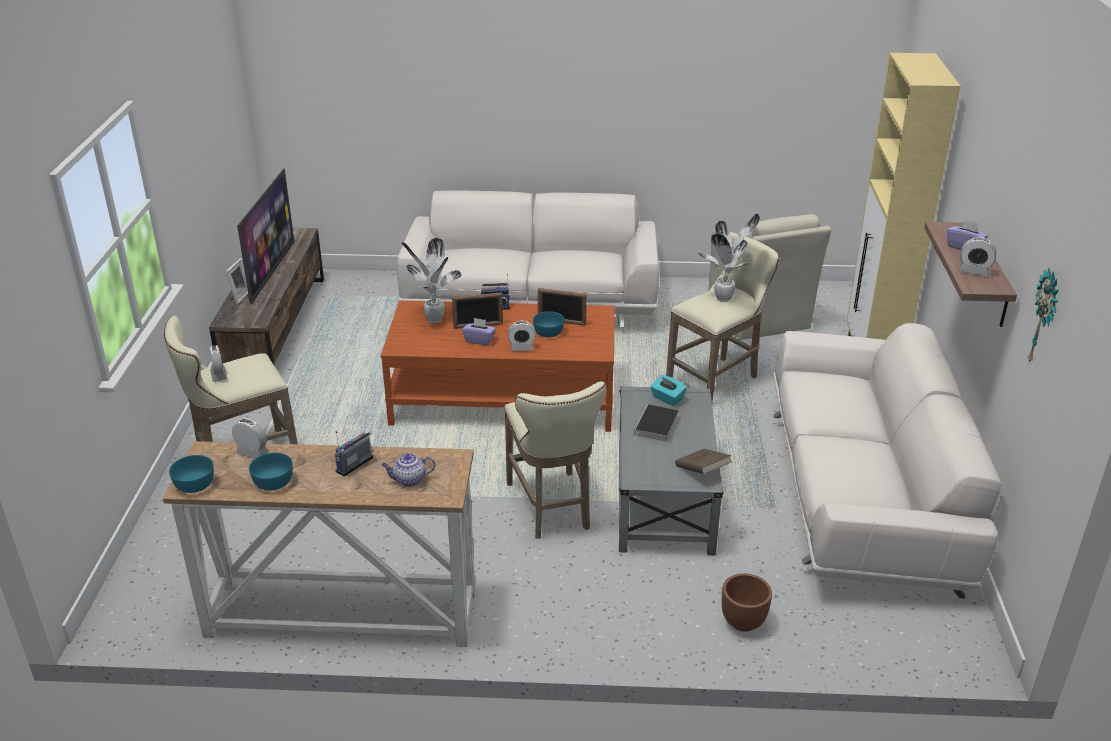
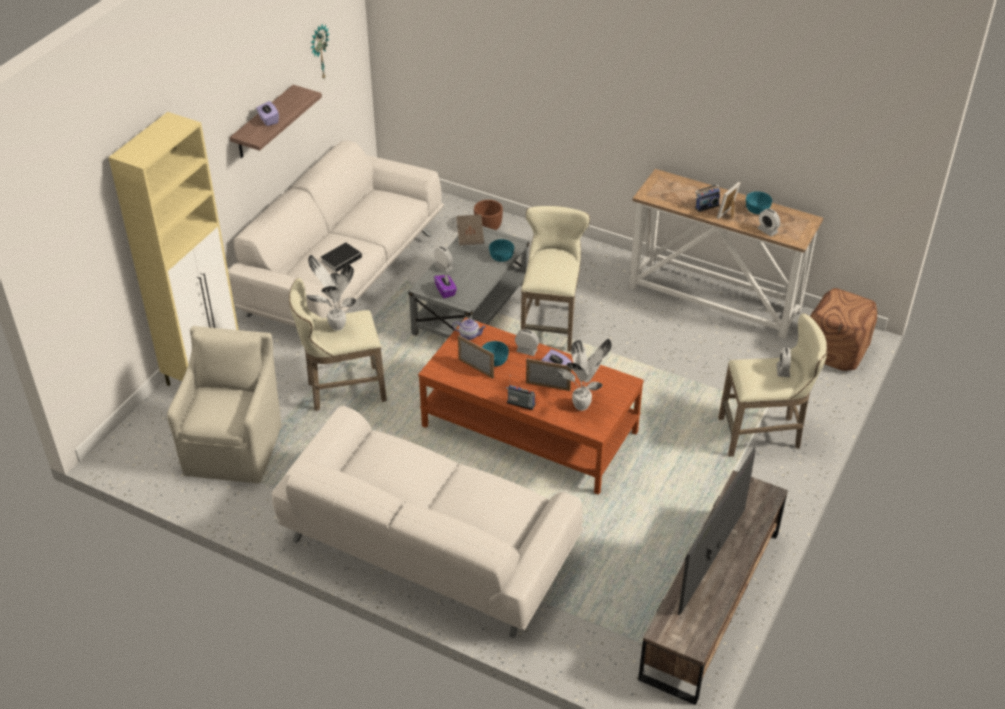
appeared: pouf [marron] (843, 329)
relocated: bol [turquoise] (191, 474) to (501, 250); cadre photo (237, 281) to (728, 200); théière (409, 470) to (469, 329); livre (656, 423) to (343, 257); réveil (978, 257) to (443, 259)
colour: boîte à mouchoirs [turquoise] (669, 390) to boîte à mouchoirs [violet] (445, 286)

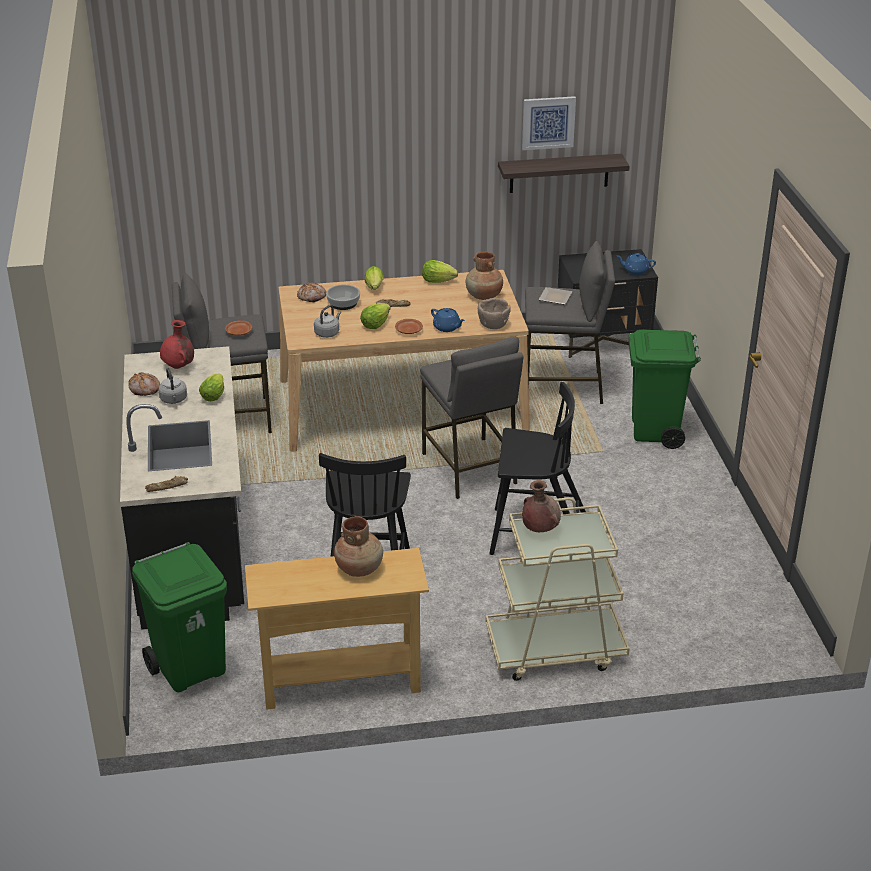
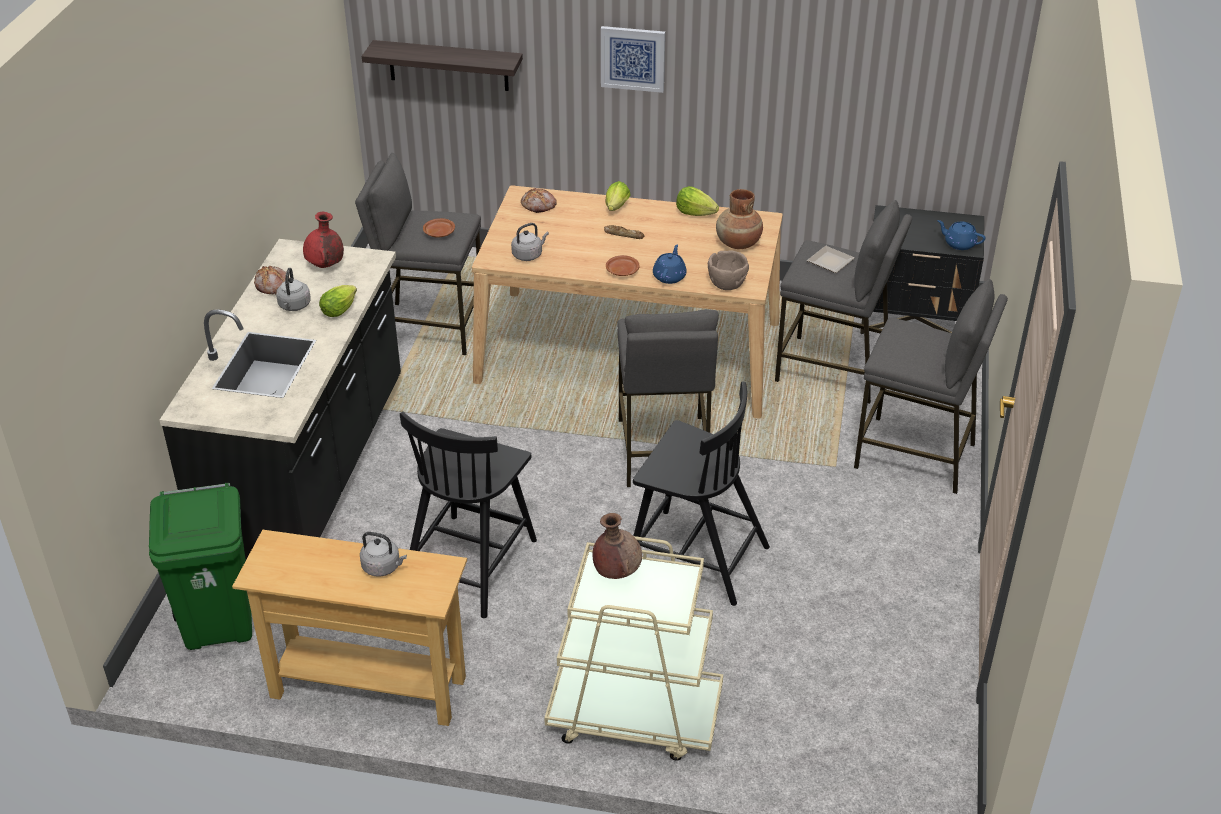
missing: pain (166, 484); bol (343, 297); laitue (375, 316)
relocated: étagère (564, 173) to (442, 65); tableau (549, 123) to (633, 59)
exchanged: vase [marron] (358, 546) to bouilloire [gris] (383, 554); poubelle [vert] (665, 389) to tabouret [gris] (931, 386)
spun: théière [bleu] (448, 320) = (670, 264) 135 degrees counterclockwise

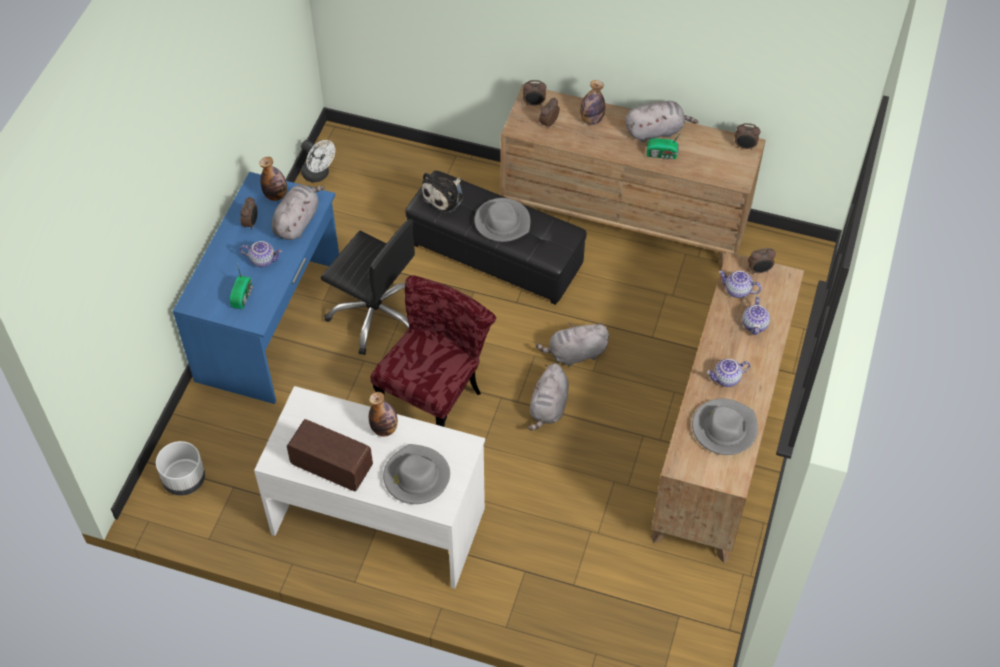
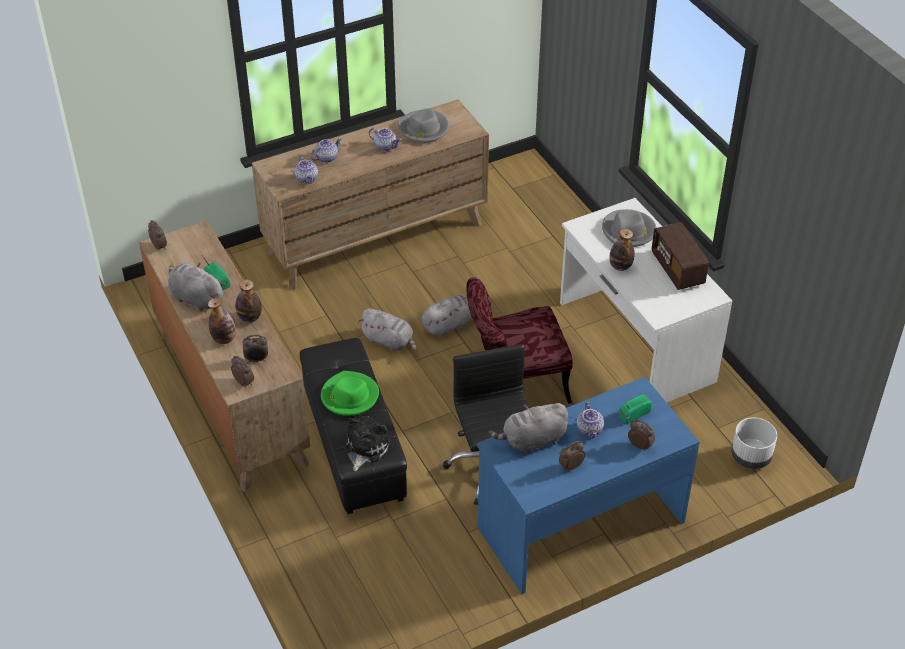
missing: ventilateur [blanc] (318, 161)
relocated: bouteille (273, 179) to (248, 301); réveil (762, 261) to (641, 435)
colour: chapeau [gris] (502, 220) to chapeau [vert] (350, 393)
spun: théière (261, 254) = (590, 420) 150 degrees counterclockwise; peluche (442, 193) = (367, 443) 60 degrees counterclockwise

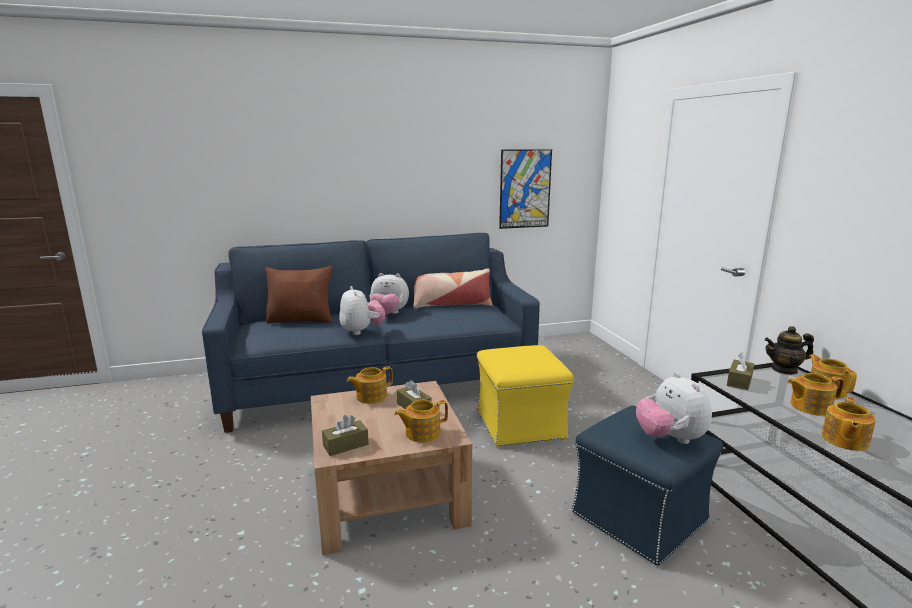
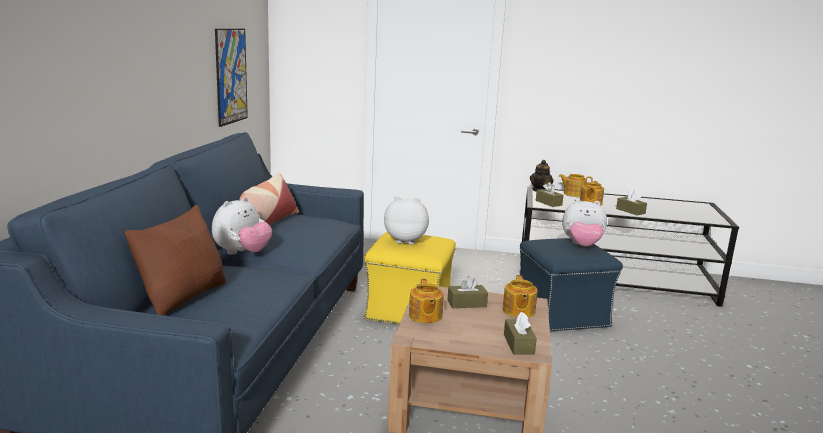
relocated: peluche (362, 310) to (406, 220)
exchanged: théière (849, 424) to boîte à mouchoirs [marron] (631, 202)

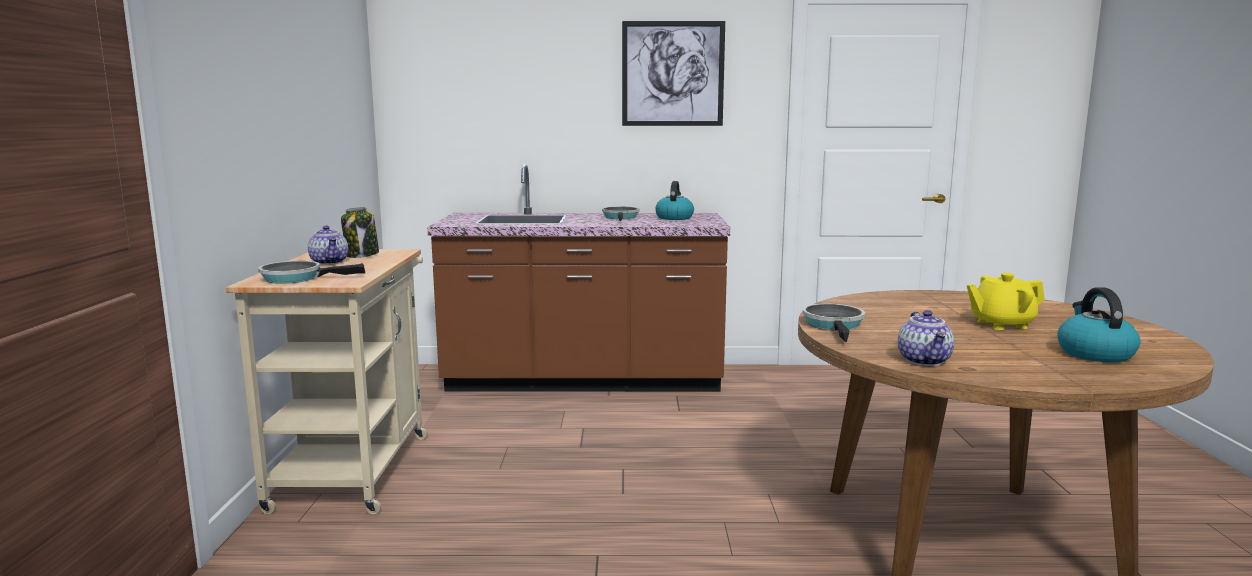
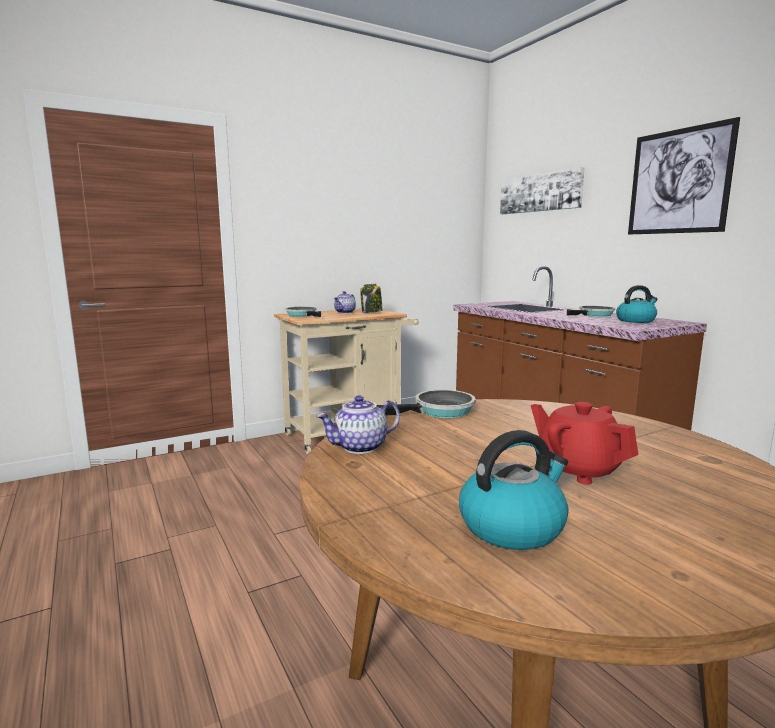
appeared: tableau (542, 190)
colour: théière [jaune] (1006, 301) to théière [rouge] (585, 443)

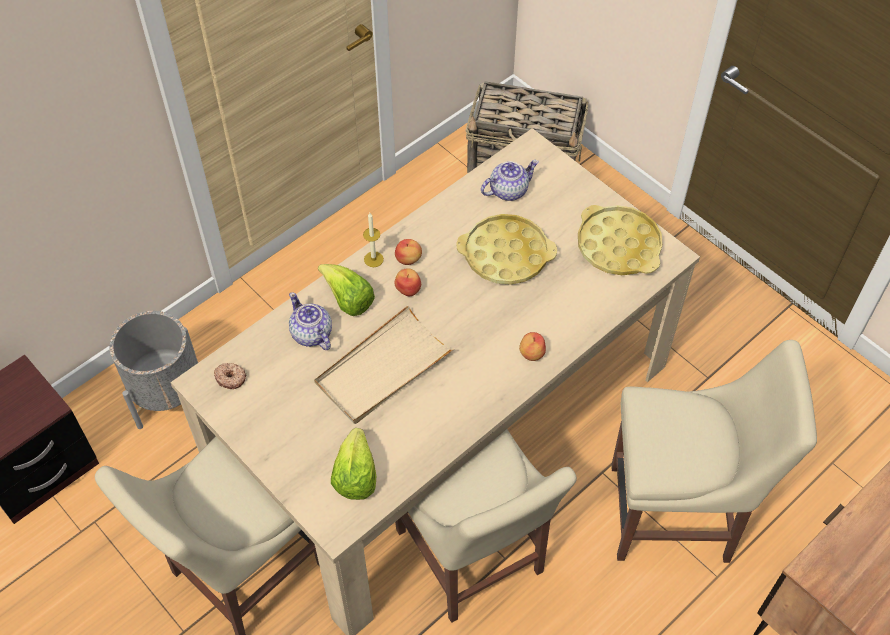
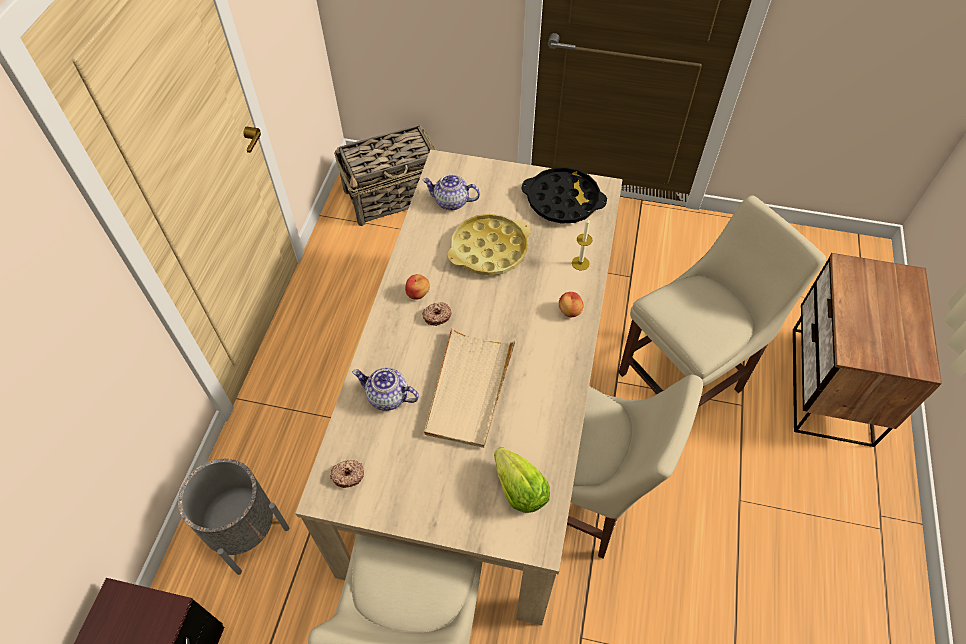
missing: laitue (346, 290)
relocated: bougie (373, 240) to (582, 244)
exchanged: pomme (408, 282) to beignet (436, 314)
colour: plateau [jaune] (620, 240) to plateau [noir] (564, 195)
spun: théière (510, 180) = (451, 192) 105 degrees counterclockwise

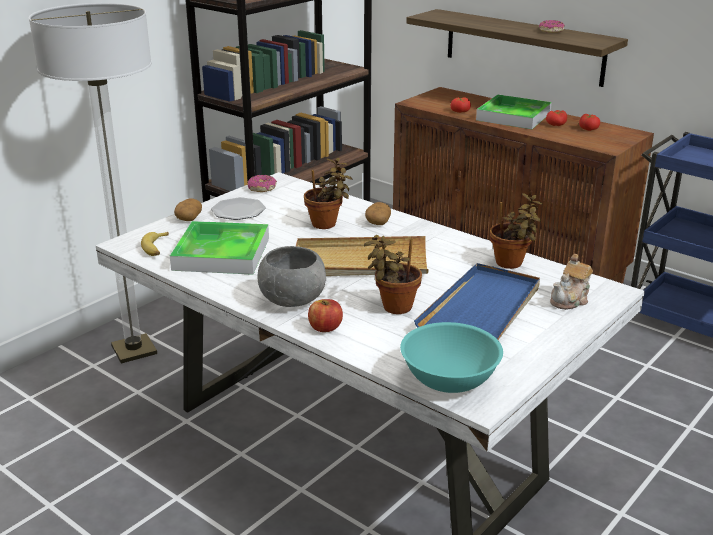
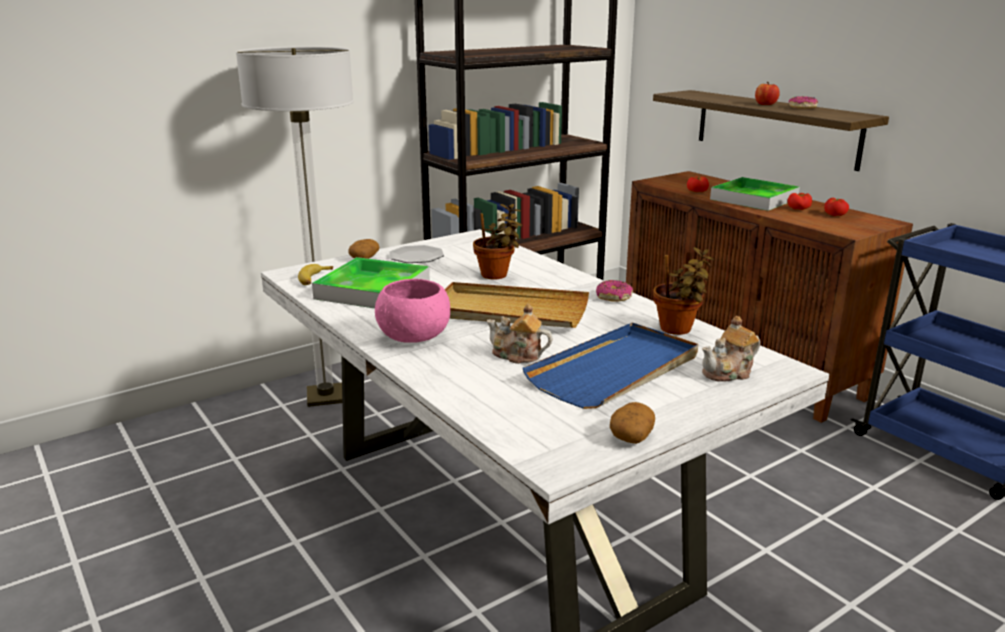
missing: bol [turquoise] (451, 357)
relocated: beignet (262, 183) to (615, 291); pomme (325, 315) to (767, 93); pomme de terre (378, 213) to (632, 423)
exchanged: plante en pot (393, 274) to théière (520, 333)
colour: bol [gris] (292, 276) to bol [rose] (412, 311)

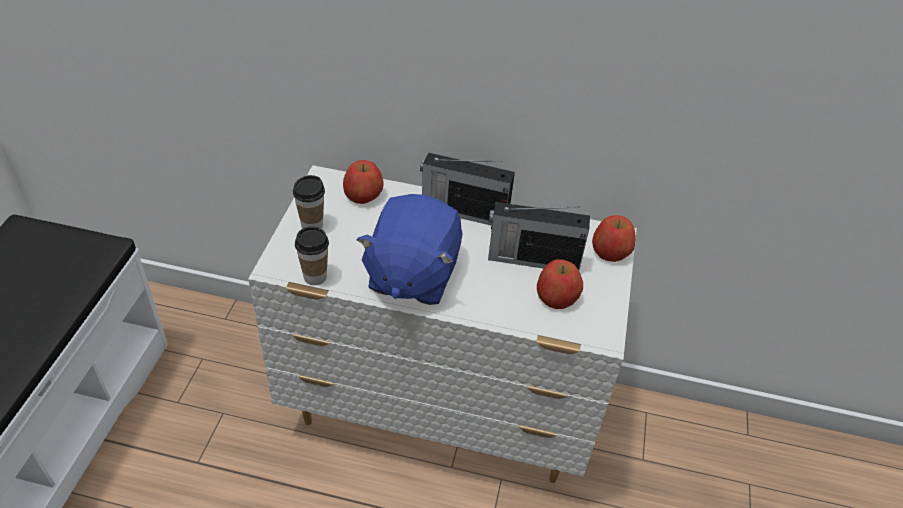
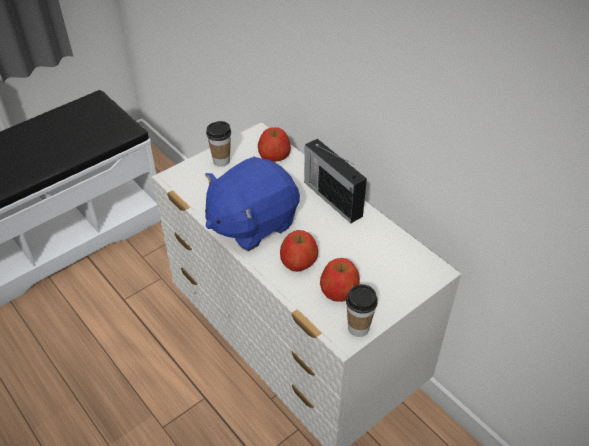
missing: radio (539, 236)
relocated: tasse (312, 255) to (362, 310); pomme (614, 238) to (299, 251)

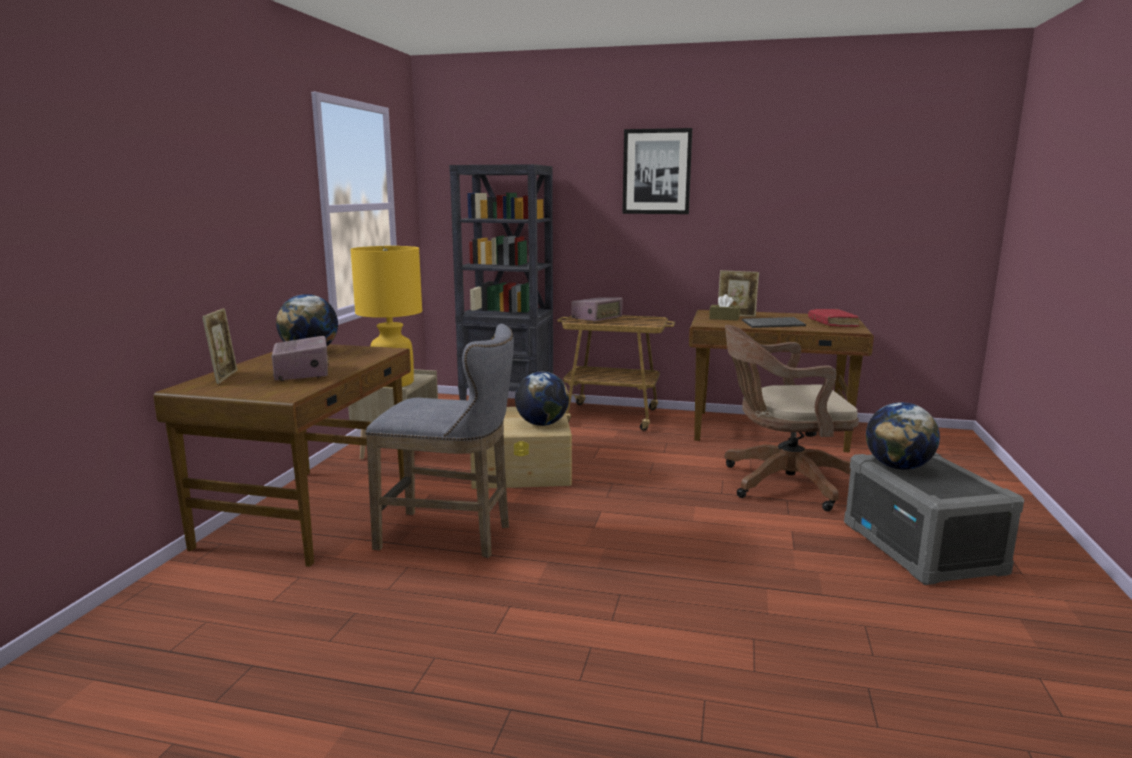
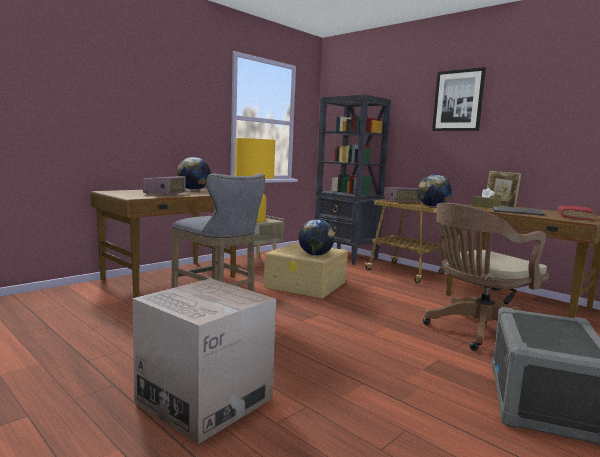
missing: cadre photo (220, 346)
appeared: carton (204, 361)
relocated: globe (903, 436) to (435, 190)
spun: chaise de bureau [marron] (791, 418) = (486, 277) 60 degrees counterclockwise

